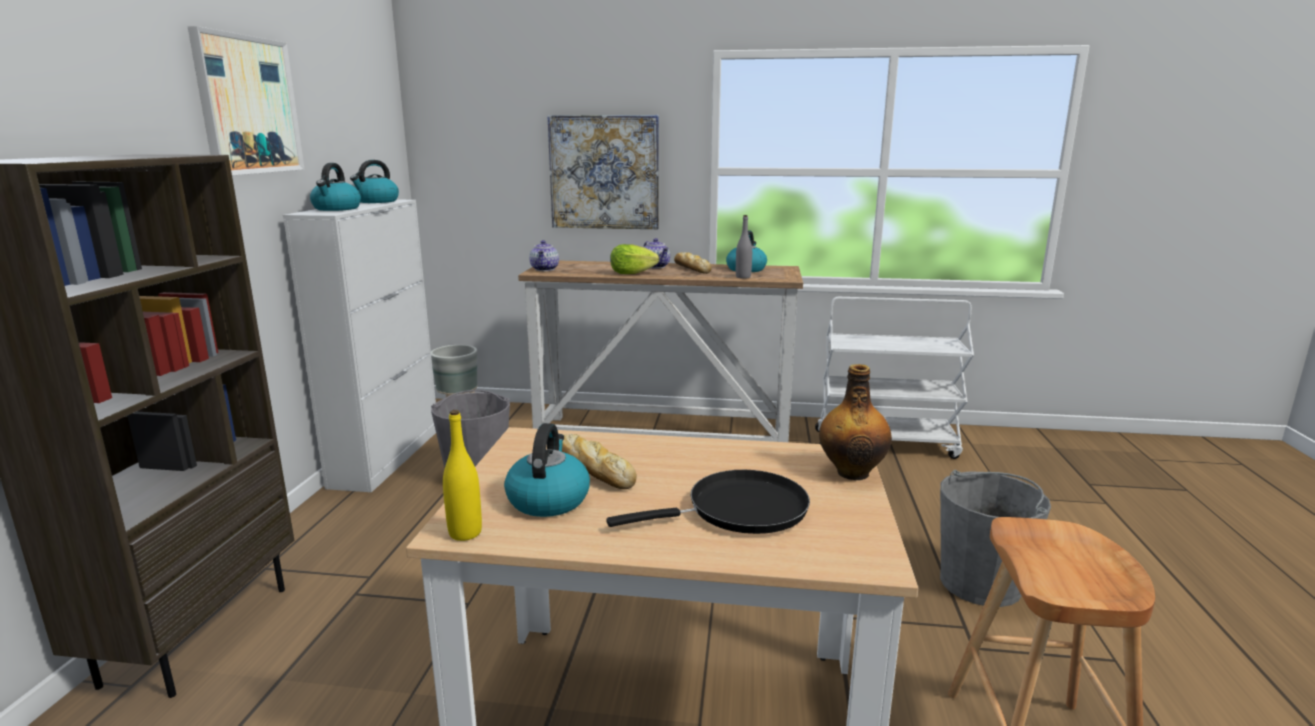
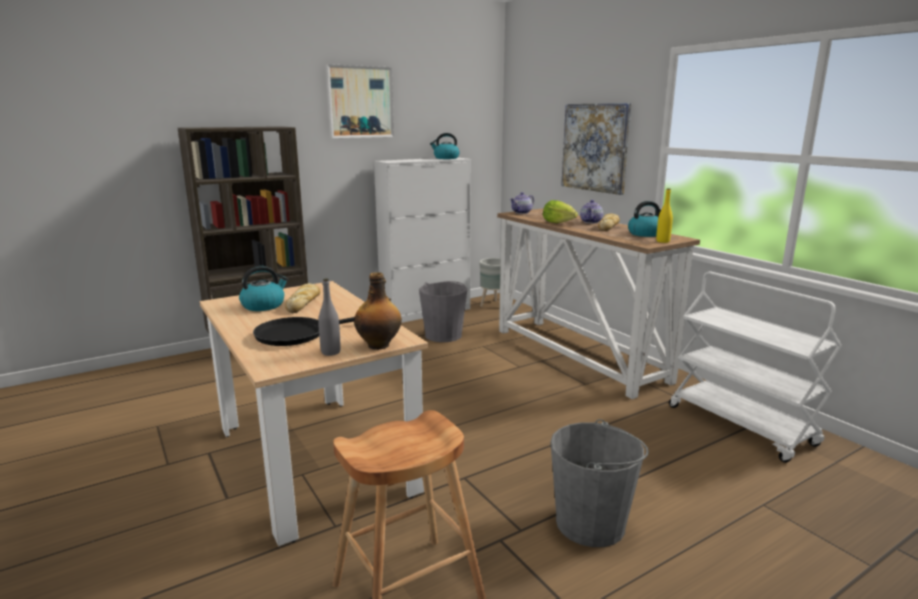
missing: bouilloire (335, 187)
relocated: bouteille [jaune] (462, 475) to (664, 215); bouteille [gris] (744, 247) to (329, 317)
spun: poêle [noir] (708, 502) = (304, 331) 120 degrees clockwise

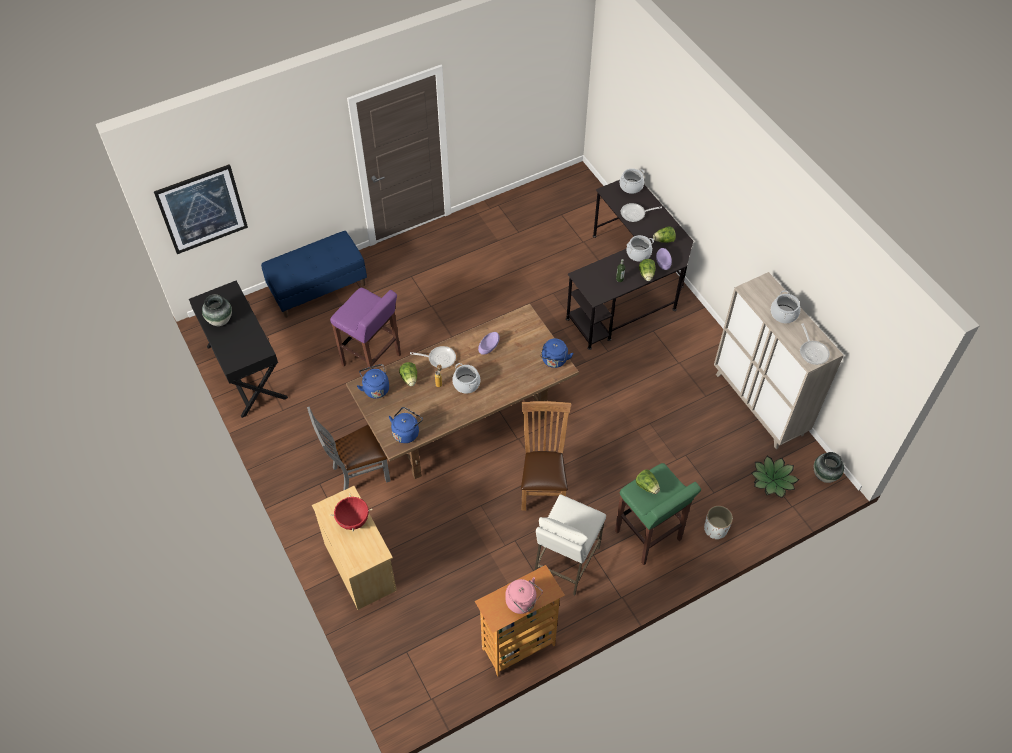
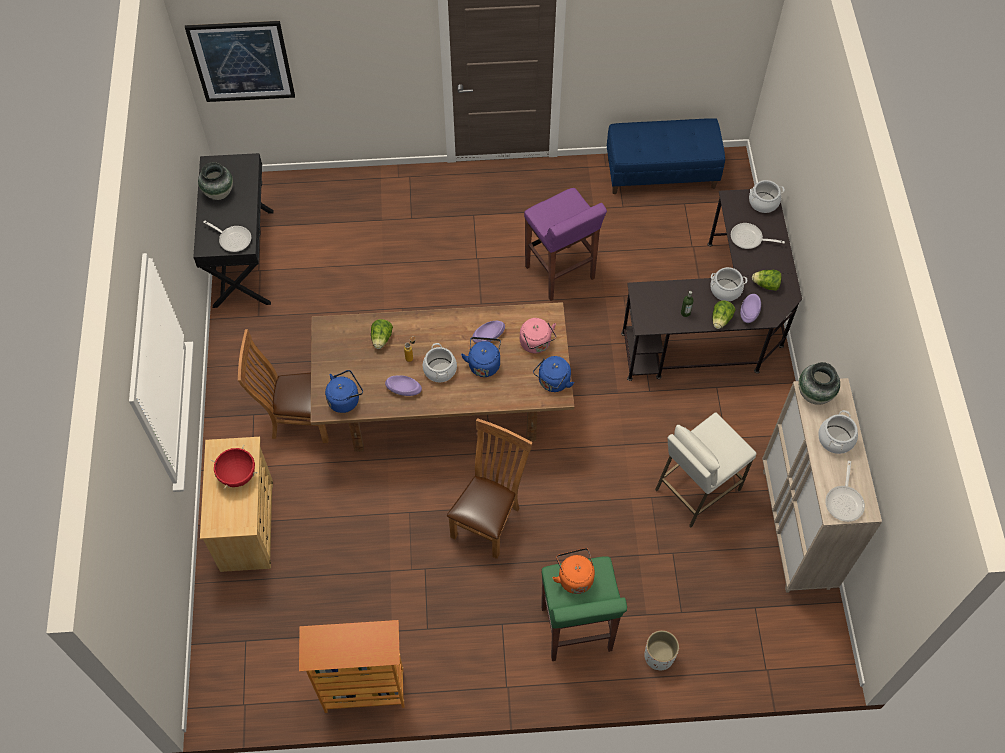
missing: plante en pot (775, 477)
appeared: bol [violet] (403, 385)
relocated: banc [bleu] (314, 274) to (666, 156); tabouret [violet] (365, 329) to (565, 244); bouilloire [bleu] (373, 381) to (481, 357); poêle (433, 357) to (227, 236); bouilloire [rose] (524, 595) to (538, 335); tabouret [blanc] (570, 545) to (706, 470); vase (829, 467) to (819, 383)
exchanged: laitue (648, 481) to bouilloire [orange] (573, 571)
colour: chaise [gris] (349, 448) to chaise [marron] (283, 386)

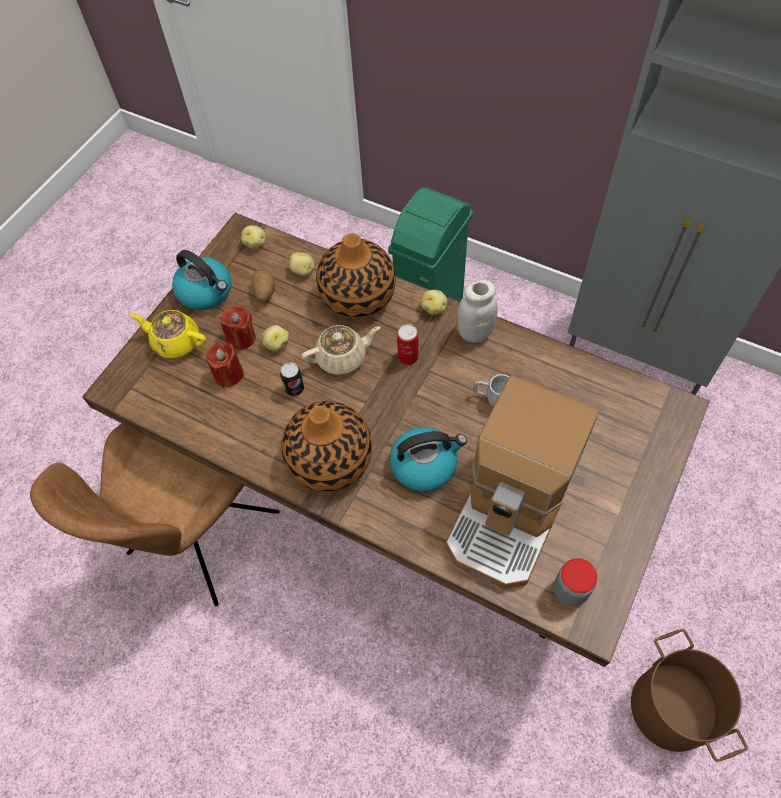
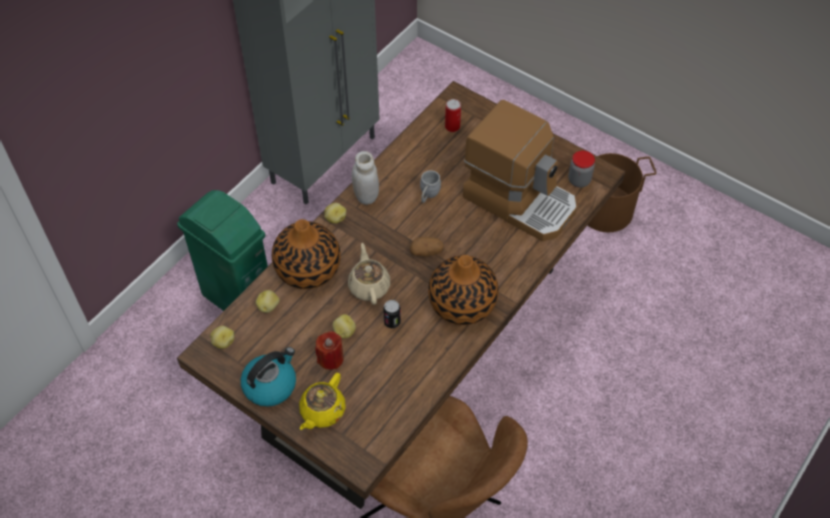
missing: bougie [rouge] (225, 365); bouilloire (428, 459)
relocated: pomme de terre (263, 287) to (427, 247); boîte métallique (407, 344) to (453, 115)

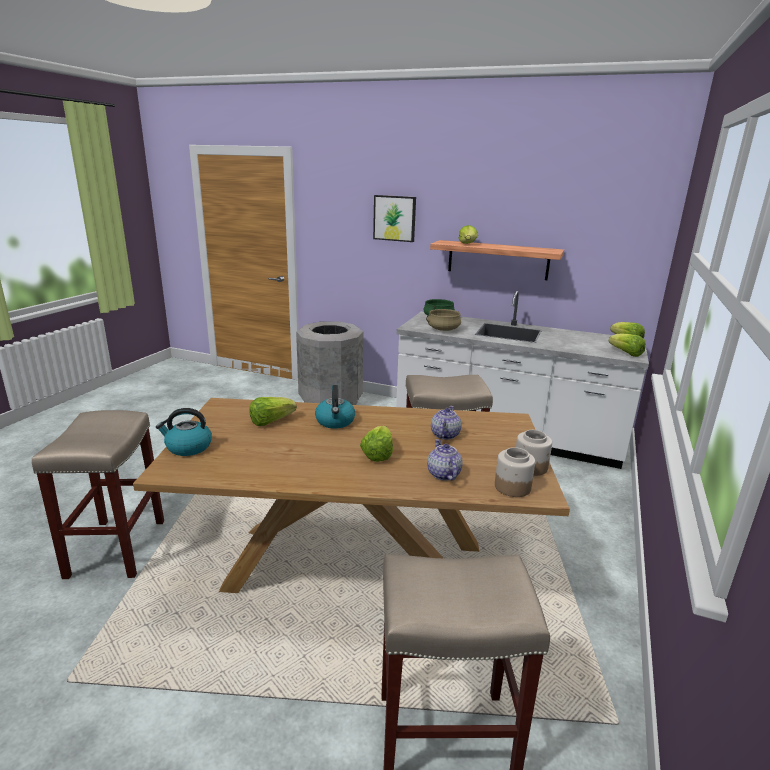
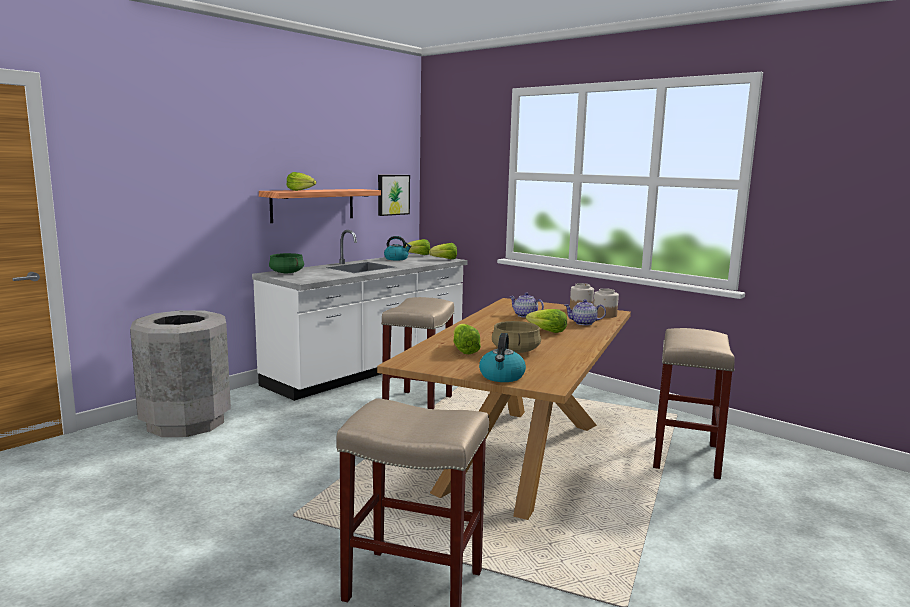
relocated: bouilloire (335, 407) to (398, 248); tableau (394, 218) to (394, 195); marmite [beige] (443, 320) to (516, 337)

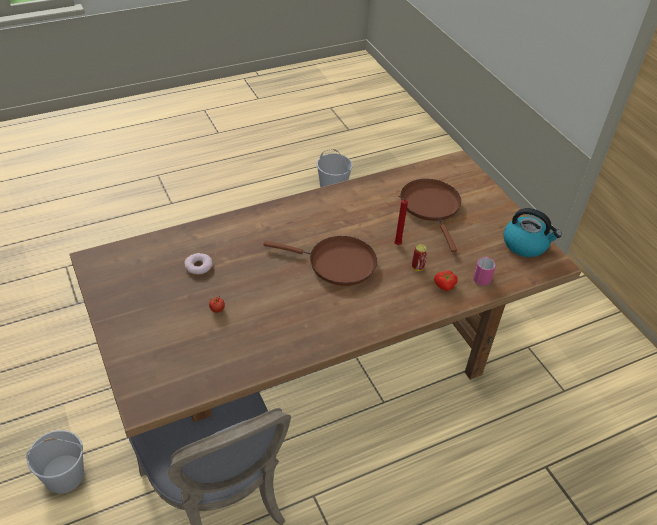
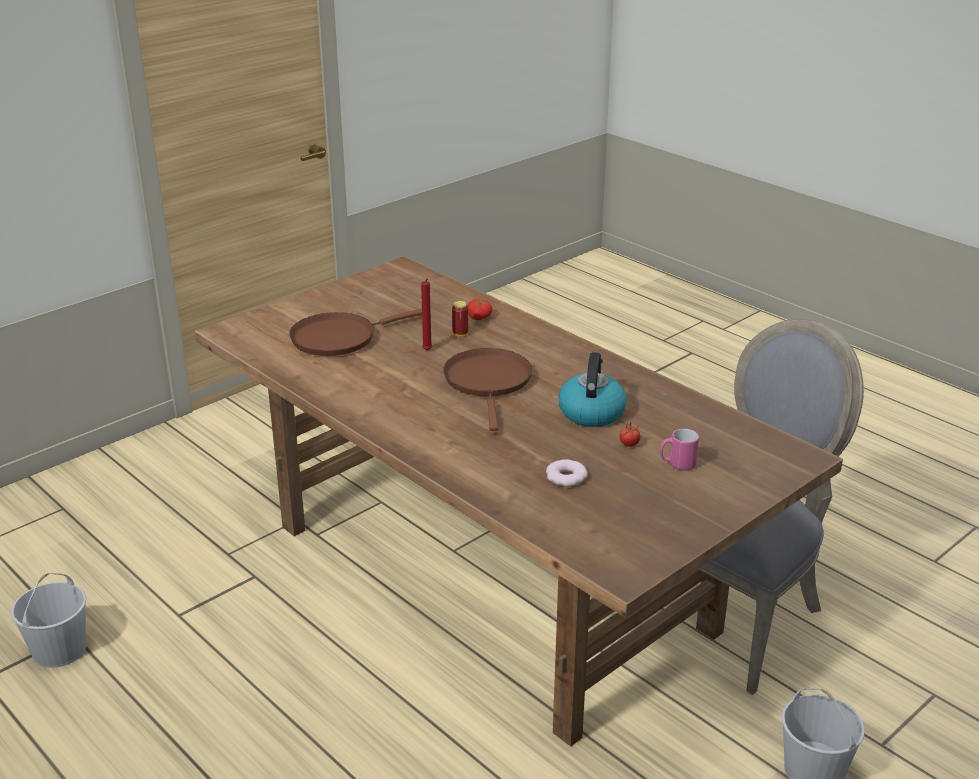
relocated: mug [rose] (484, 271) to (679, 449); bouilloire (533, 232) to (592, 389)

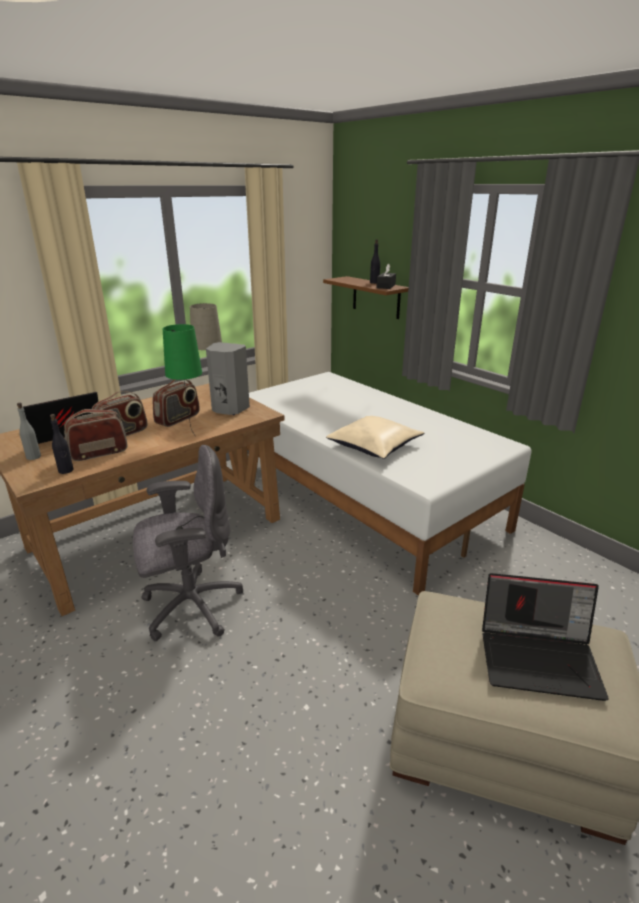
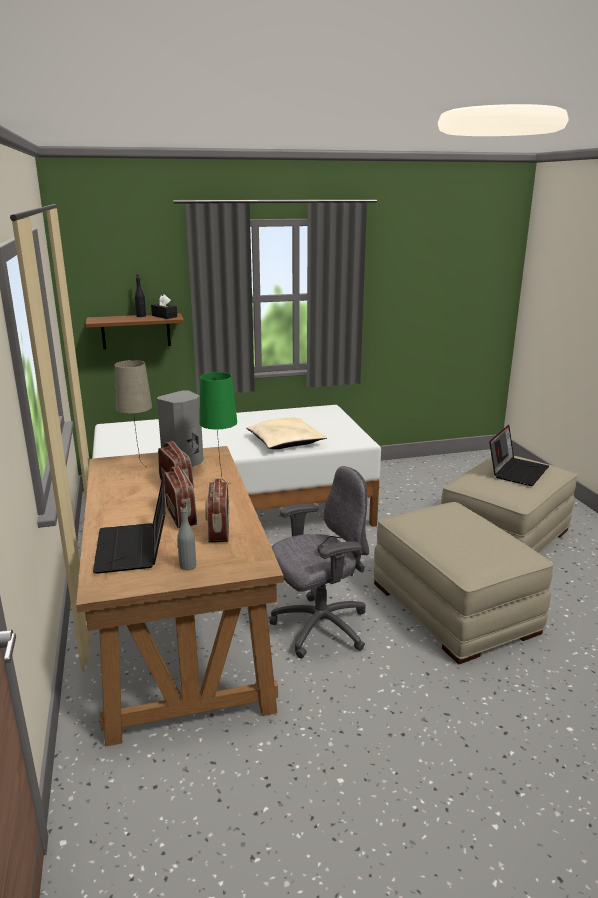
missing: bouteille [noir] (62, 444)
appeared: pouf [beige] (464, 583)
spun: chaise de bureau [gris] (188, 543) = (319, 562) 60 degrees clockwise

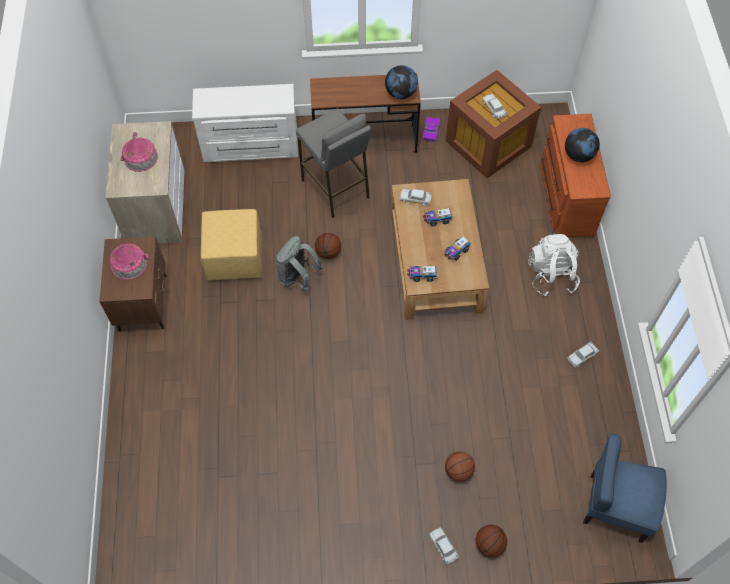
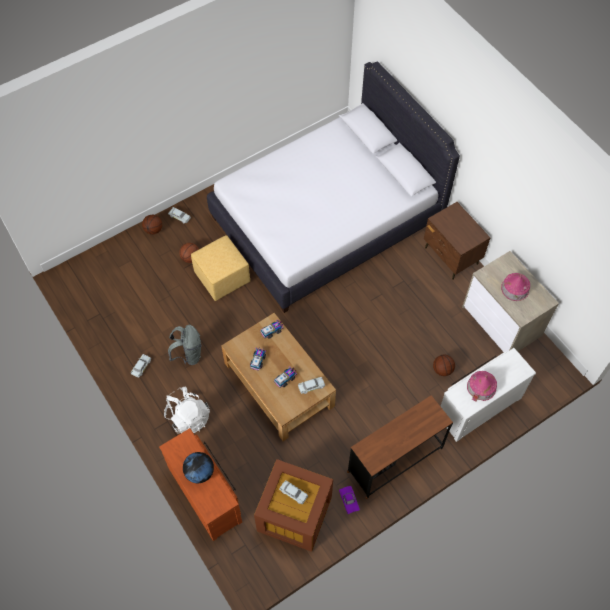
missing: tabouret [gris] (333, 163); globe (401, 82); chaise [bleu] (625, 488)
appeared: lit [blanc] (333, 187)
relocated: maison miniature (129, 262) to (482, 386); pouf [jaune] (231, 245) to (220, 268); sac à dos [gris] (299, 263) to (184, 345); ballon de basket (328, 246) to (444, 365)

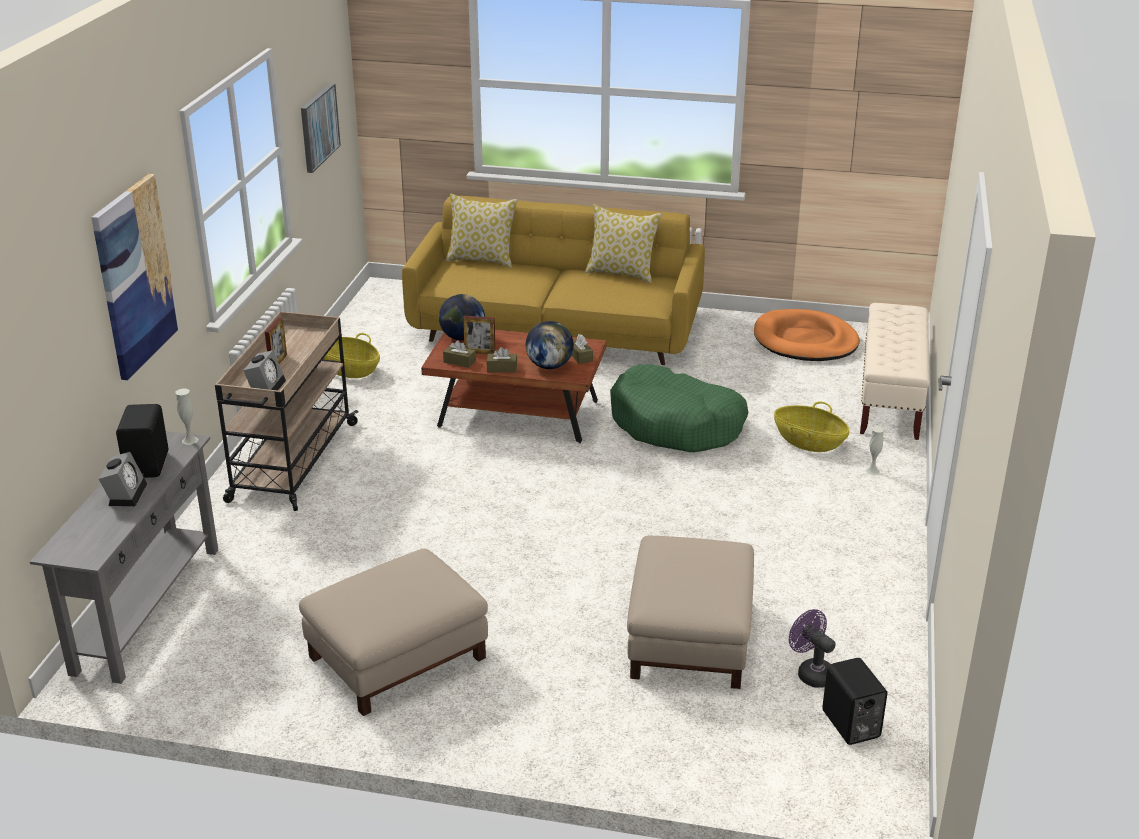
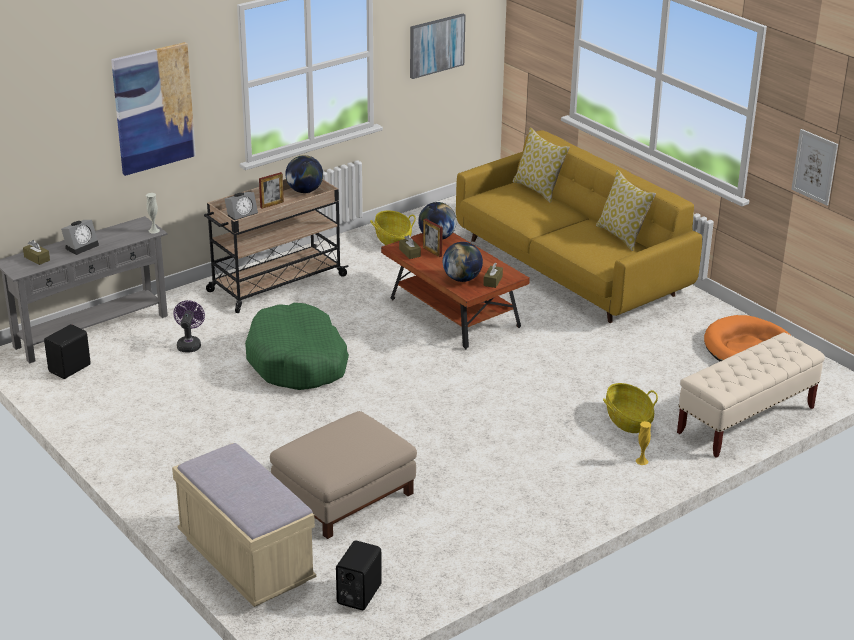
missing: pouf [beige] (393, 632)
appeared: banc [beige] (244, 525); globe (304, 174); tableau (814, 167)
relocated: enceinte [noir] (142, 441) to (67, 351); boîte à mouchoirs [marron] (502, 359) to (36, 252); panier pour chien [vert] (679, 408) to (297, 346); ventilateur [violet] (812, 648) to (189, 326)
colour: vase [blanc] (875, 450) to vase [jaune] (643, 443)

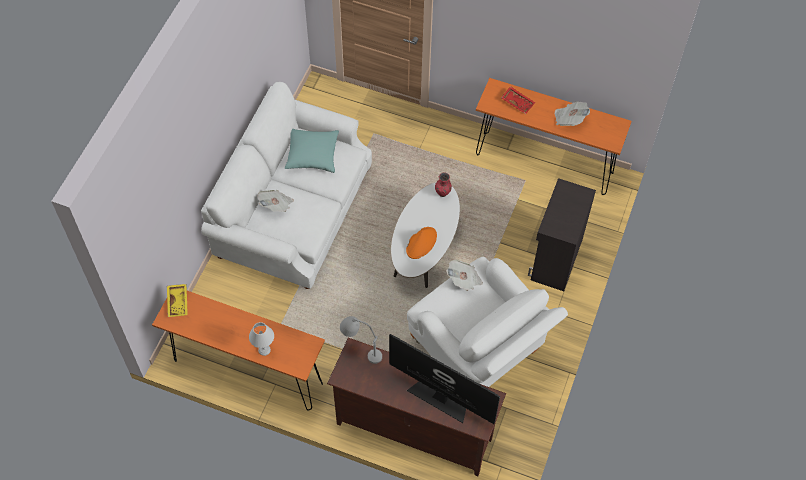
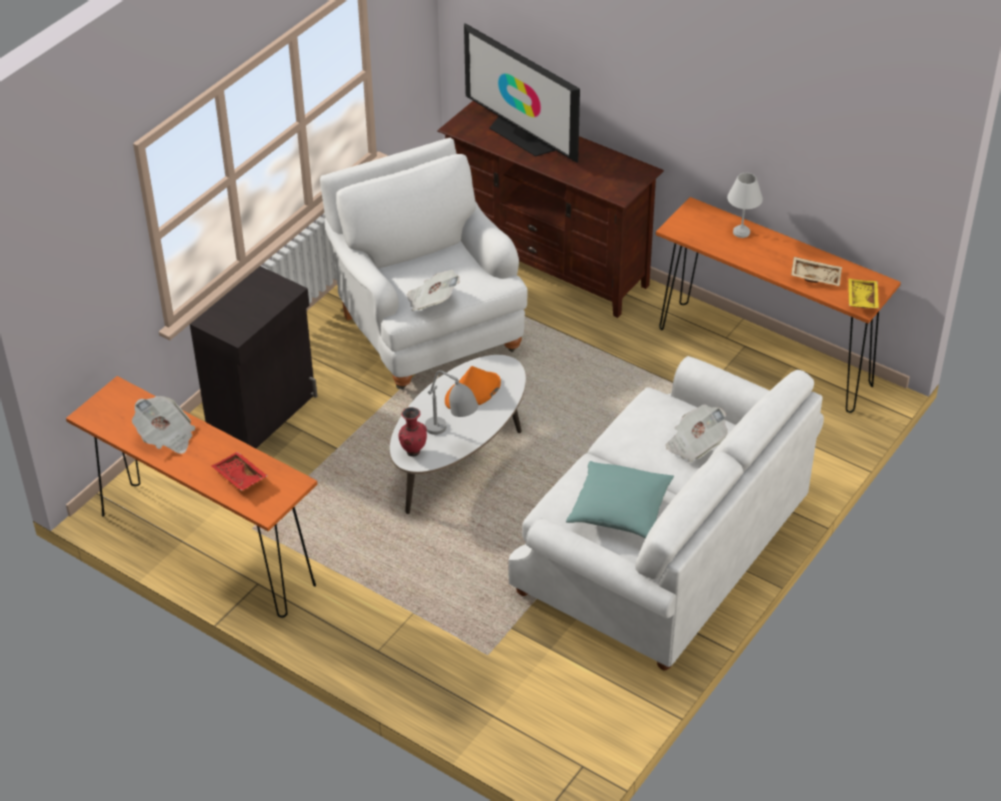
appeared: plateau [beige] (816, 271)
relocated: lampe de table [gris] (361, 340) to (451, 402)

